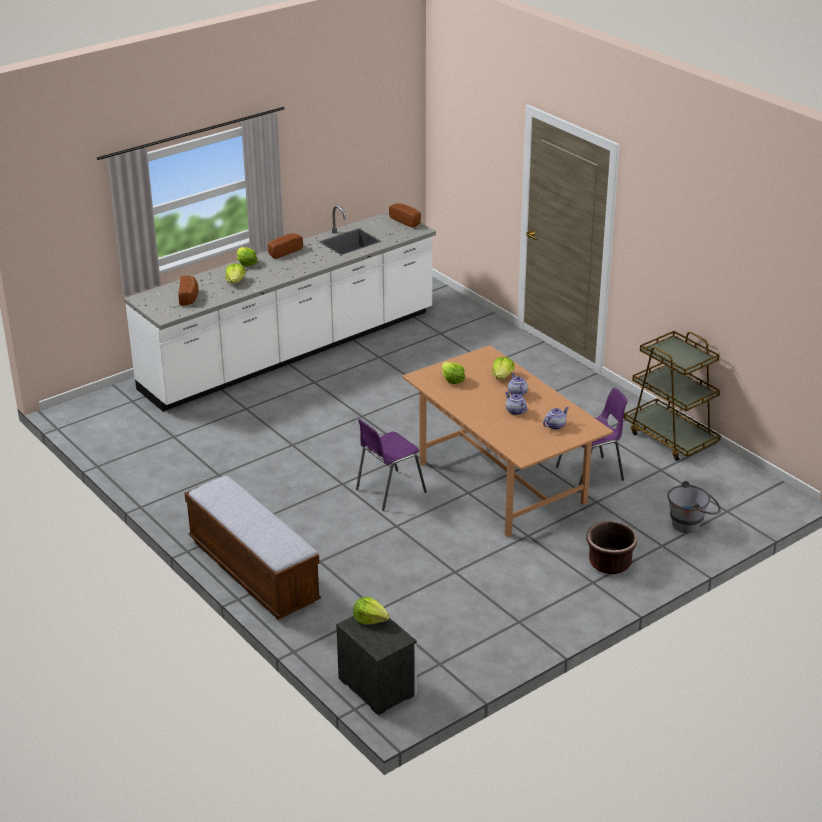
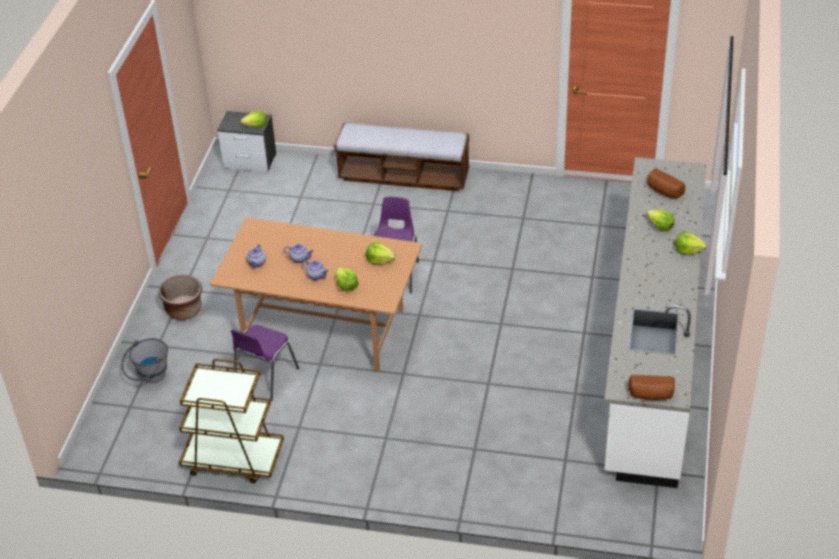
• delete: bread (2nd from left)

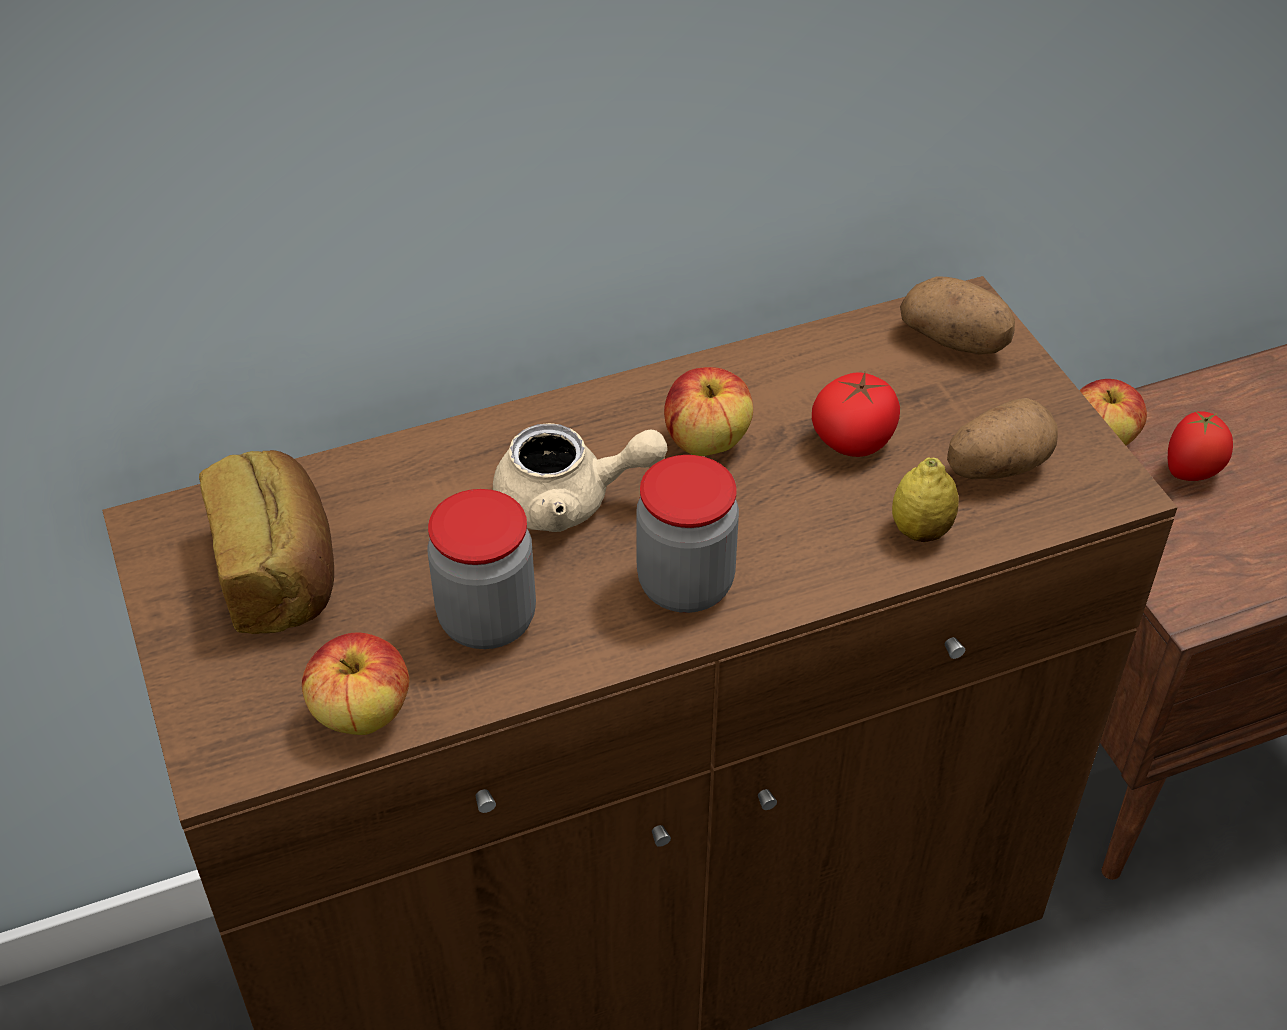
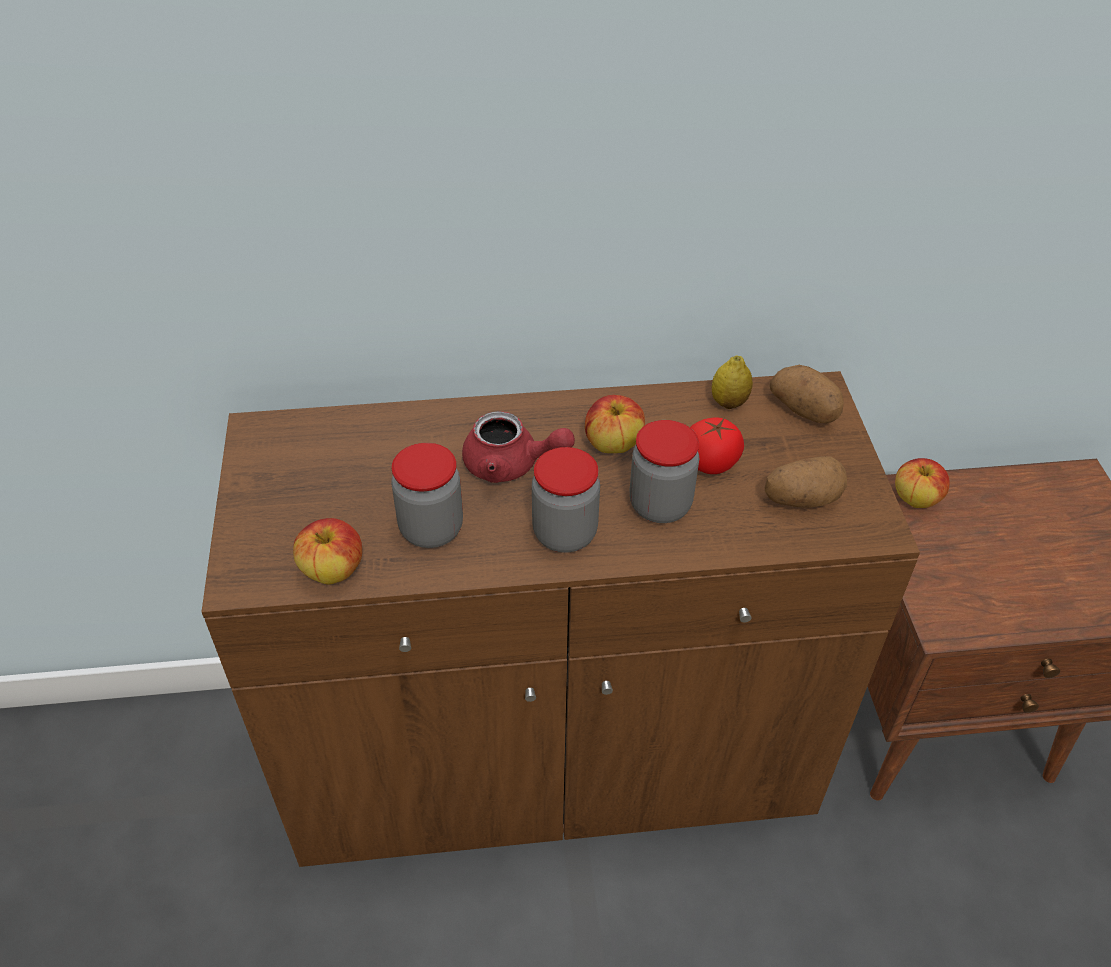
• delete: bread
• recolor: beige teapot to red teapot
• move: lemon
• delete: tomato (2nd from left)
• insert: jar (3rd from left)

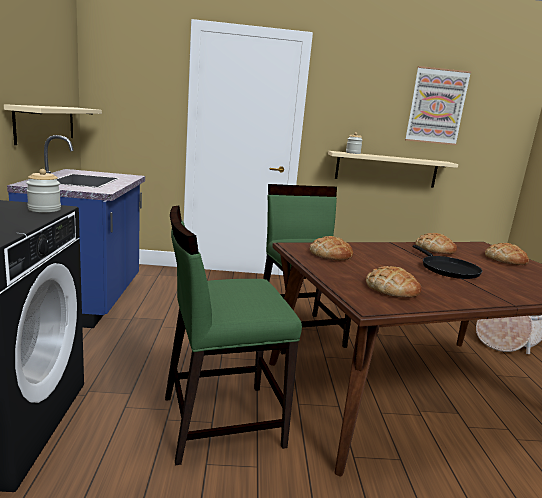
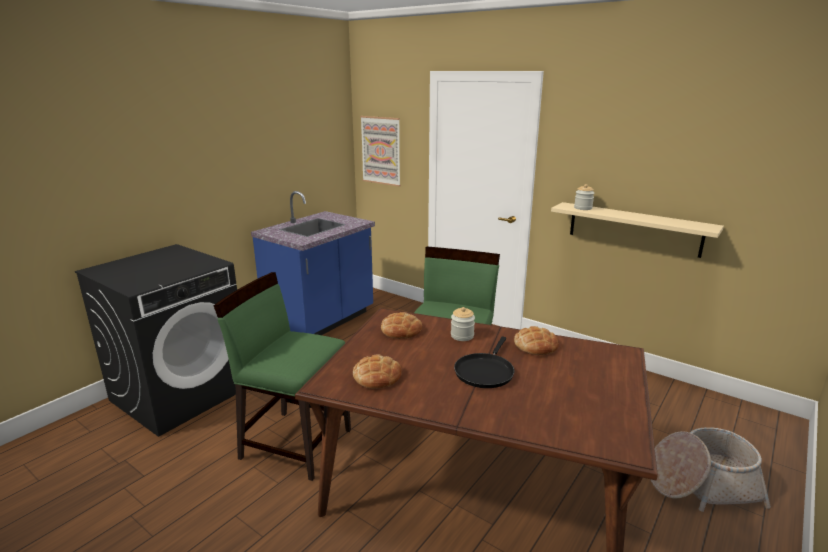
• delete: beige shelf (1st from left)
• move: jar (1st from left)
• move: picture
• delete: bread (4th from left)

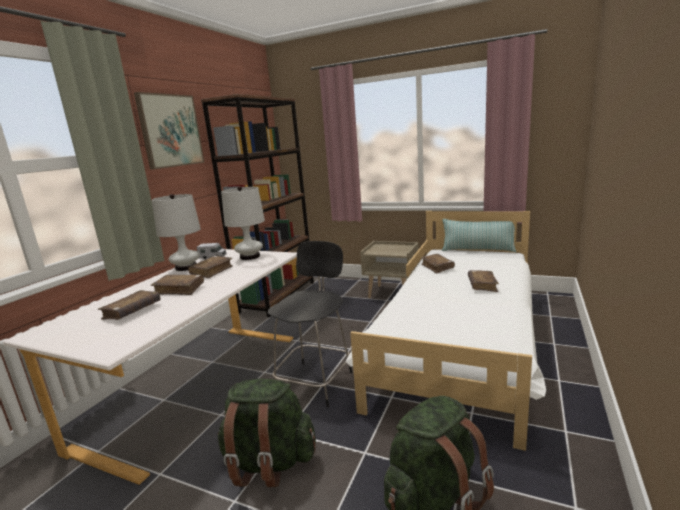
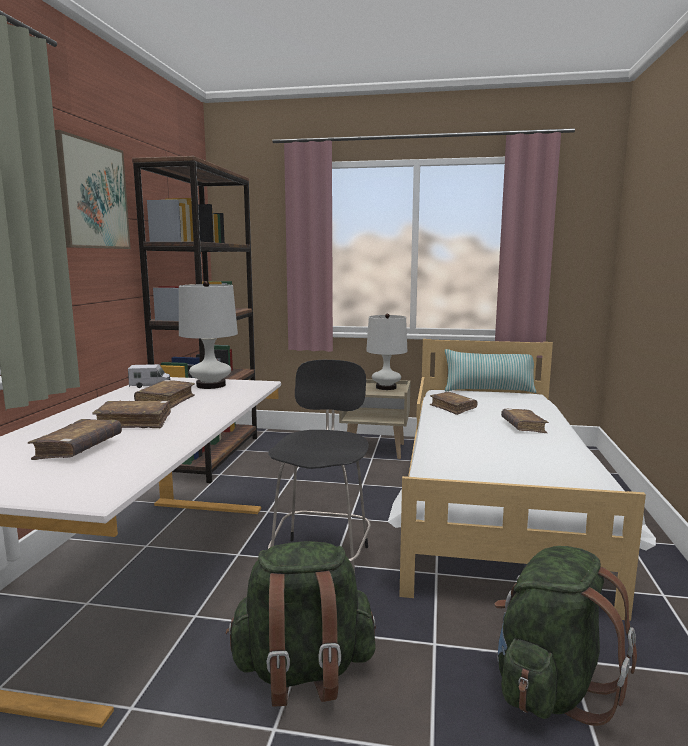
• move: white table lamp (1st from left in the first image) to white table lamp (2nd from left)

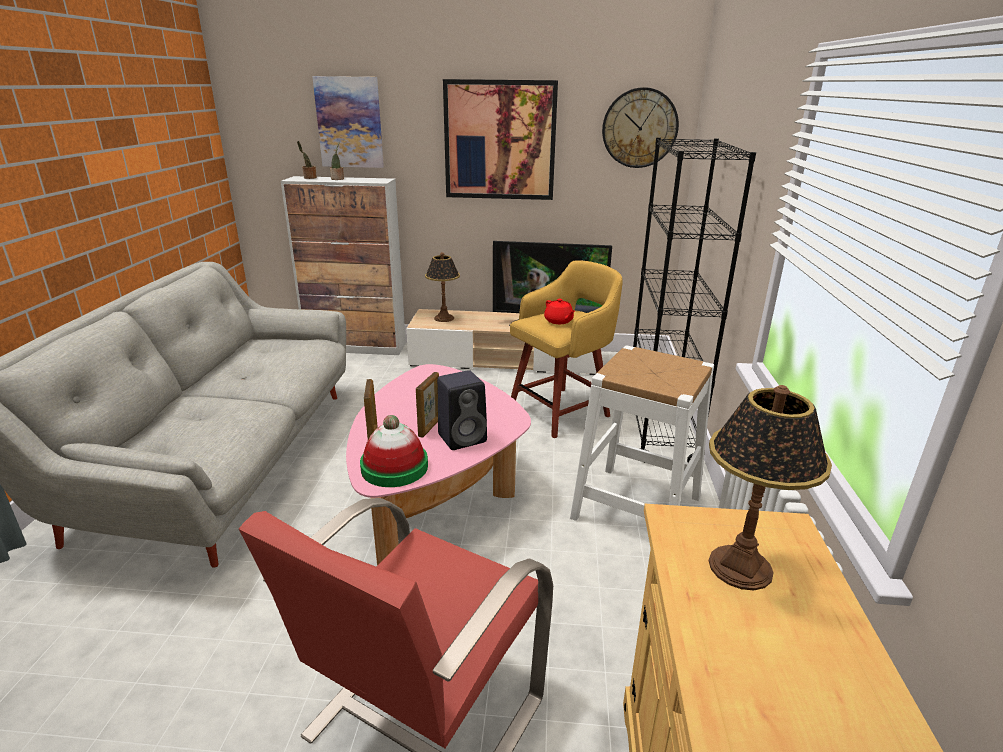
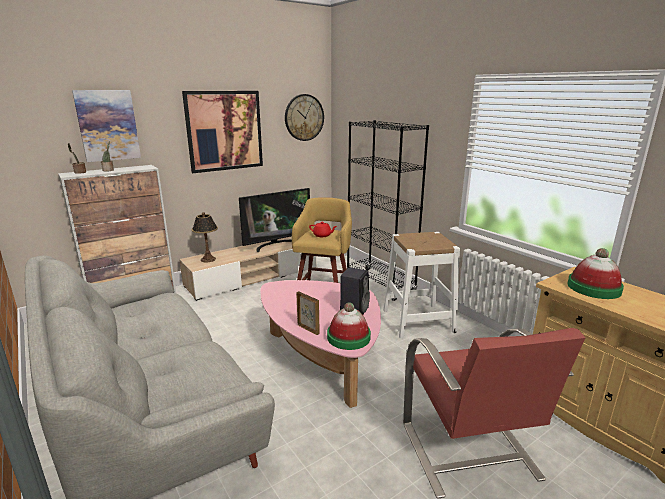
• delete: picture frame (2nd from left)
• replace: table lamp (2nd from left) to hat (2nd from left)

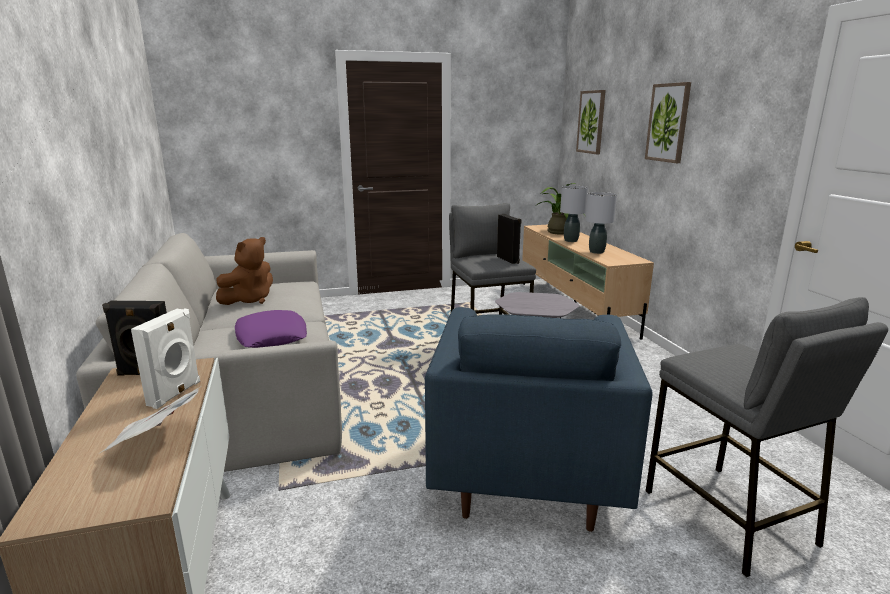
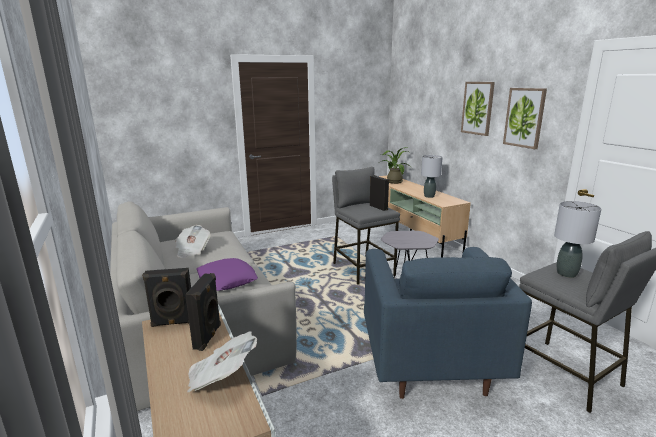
• recolor: white speaker to black speaker (2nd from left)
• replace: brown plush toy to newspaper (1st from left)
• move: grey table lamp (1st from left in the first image) to grey table lamp (2nd from left)
• move: picture (1st from left in the first image) to picture (2nd from left)

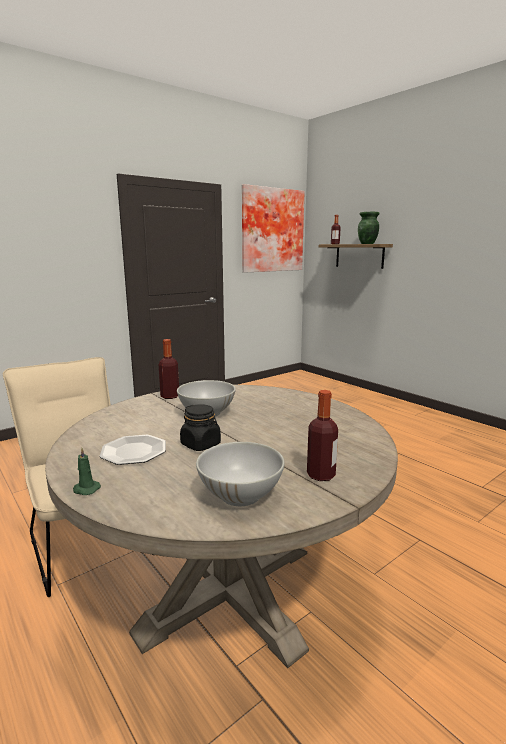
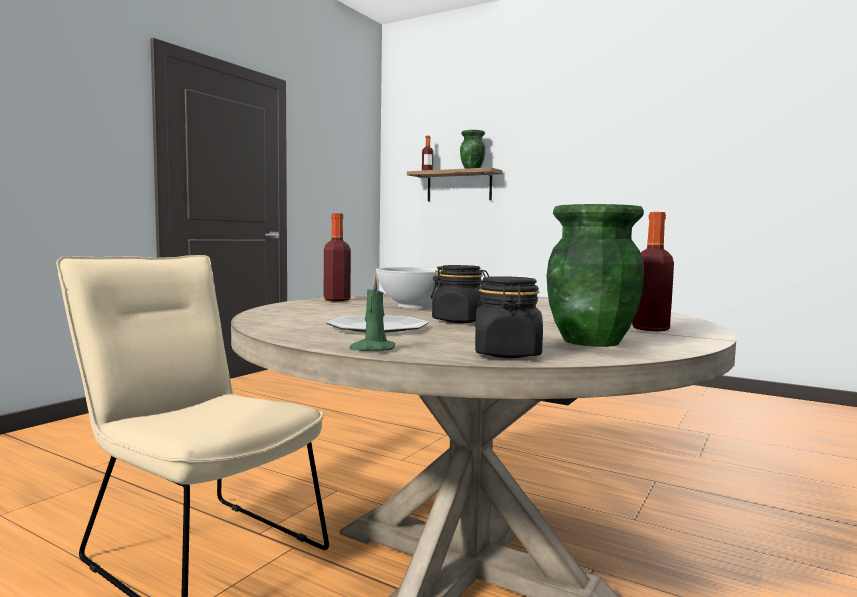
• replace: white bowl (2nd from left) to green vase (2nd from left)
• delete: picture
• insert: black jar (2nd from left)

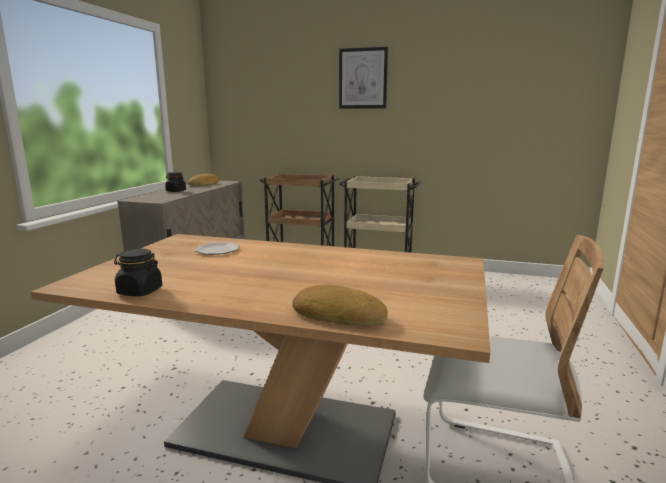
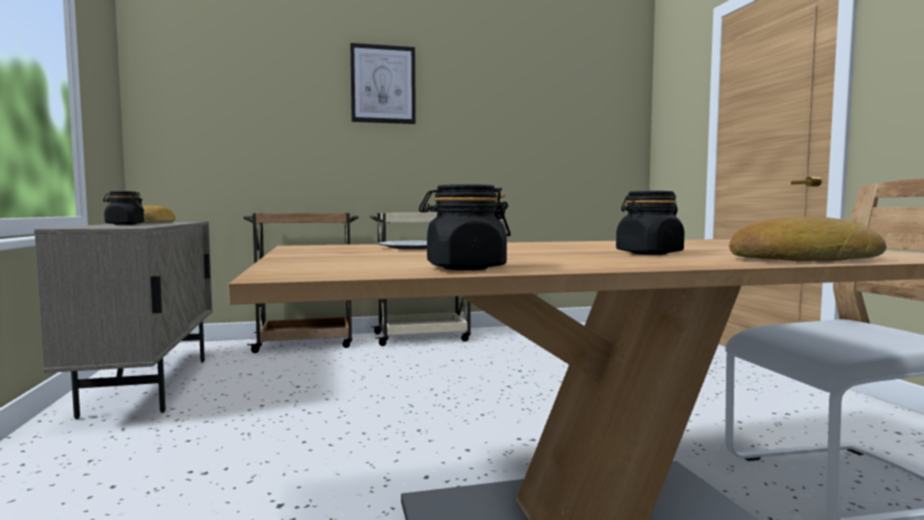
• insert: black jar (3rd from left)

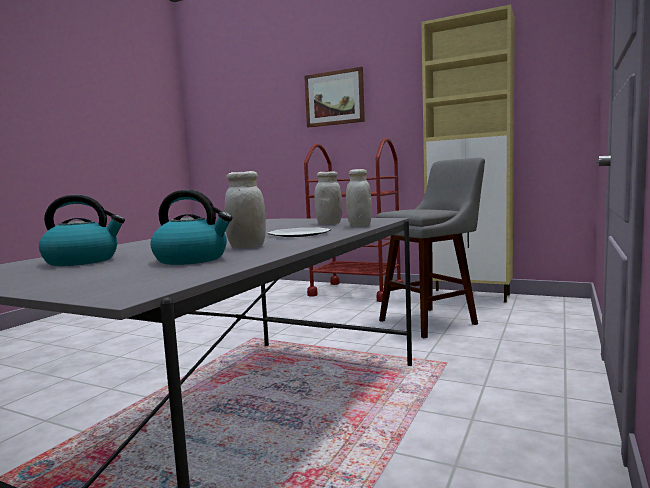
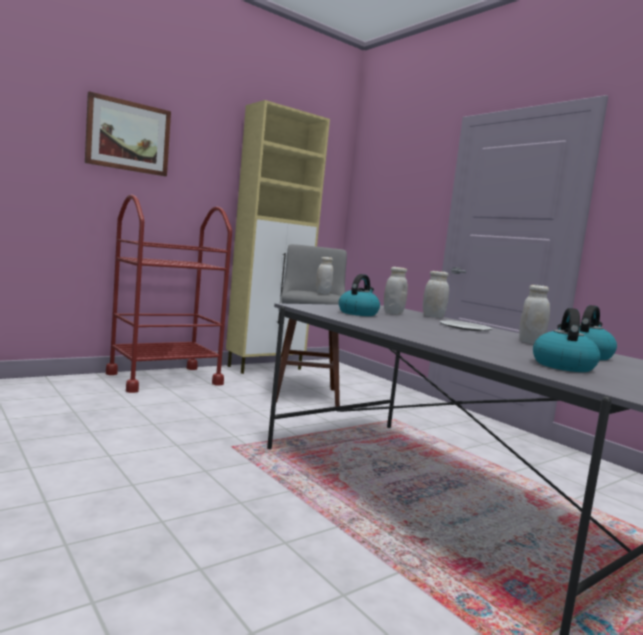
• insert: white jar (1st from left)
• insert: kettle (1st from left)

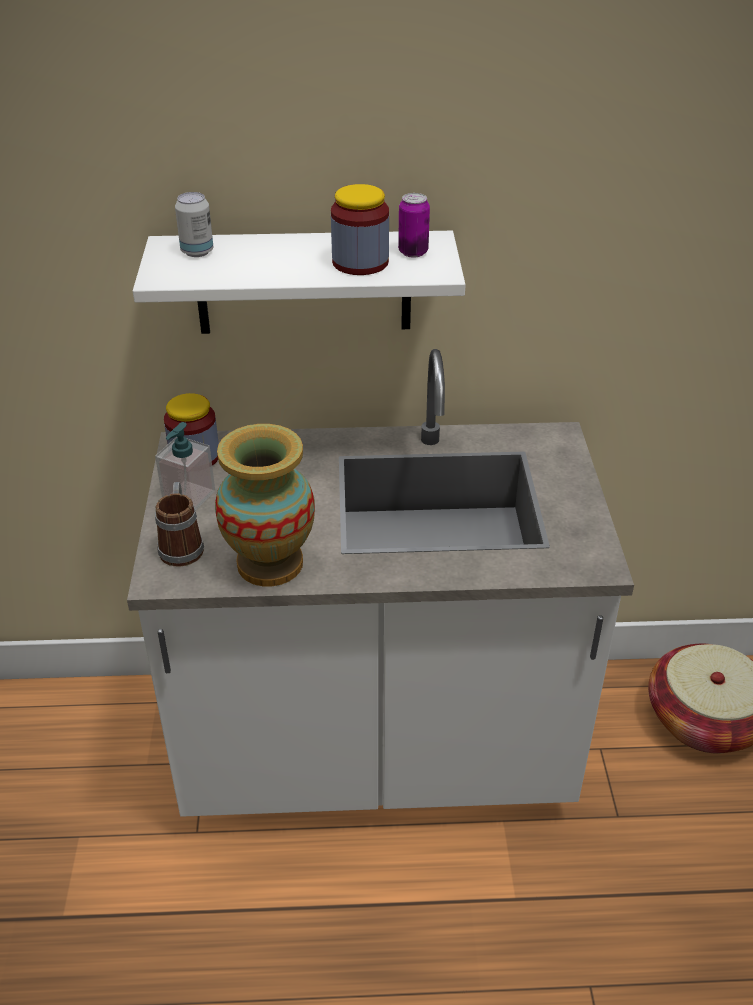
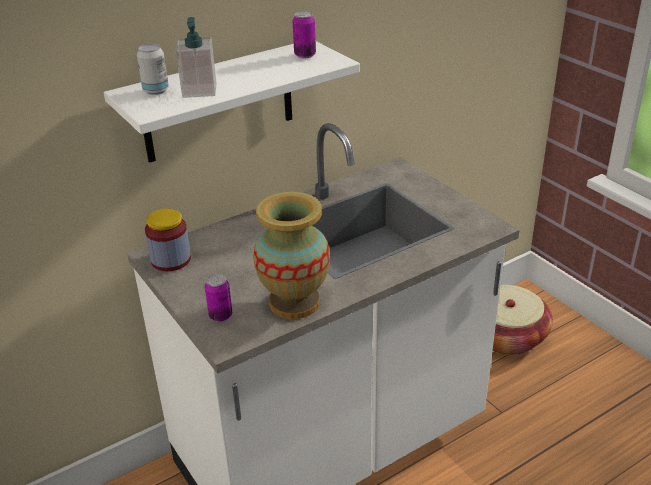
• move: soap dispenser
• replace: mug to can (2nd from left)
• delete: jar (2nd from left)

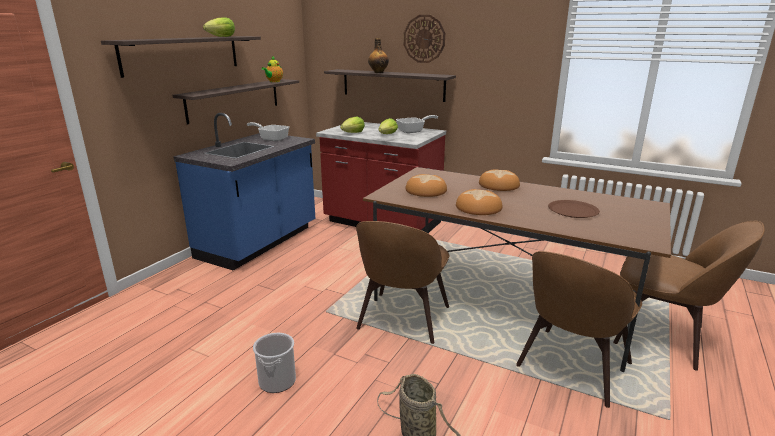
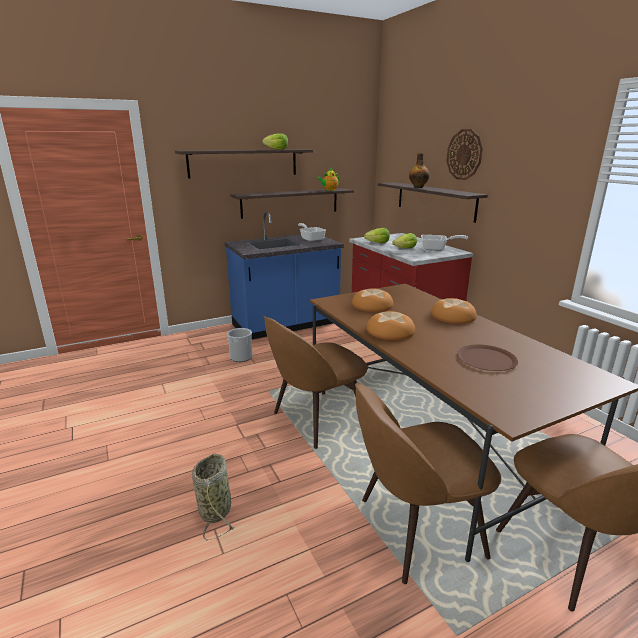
• move: bucket

